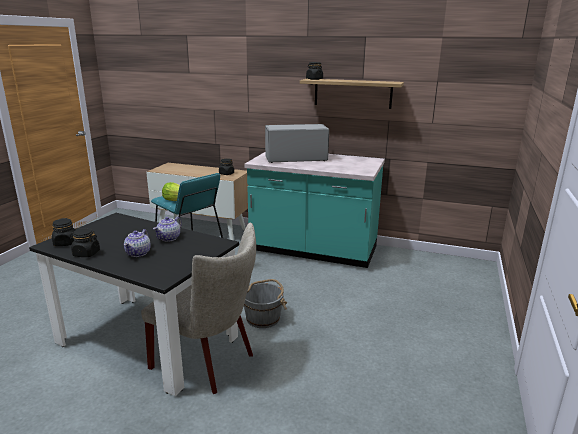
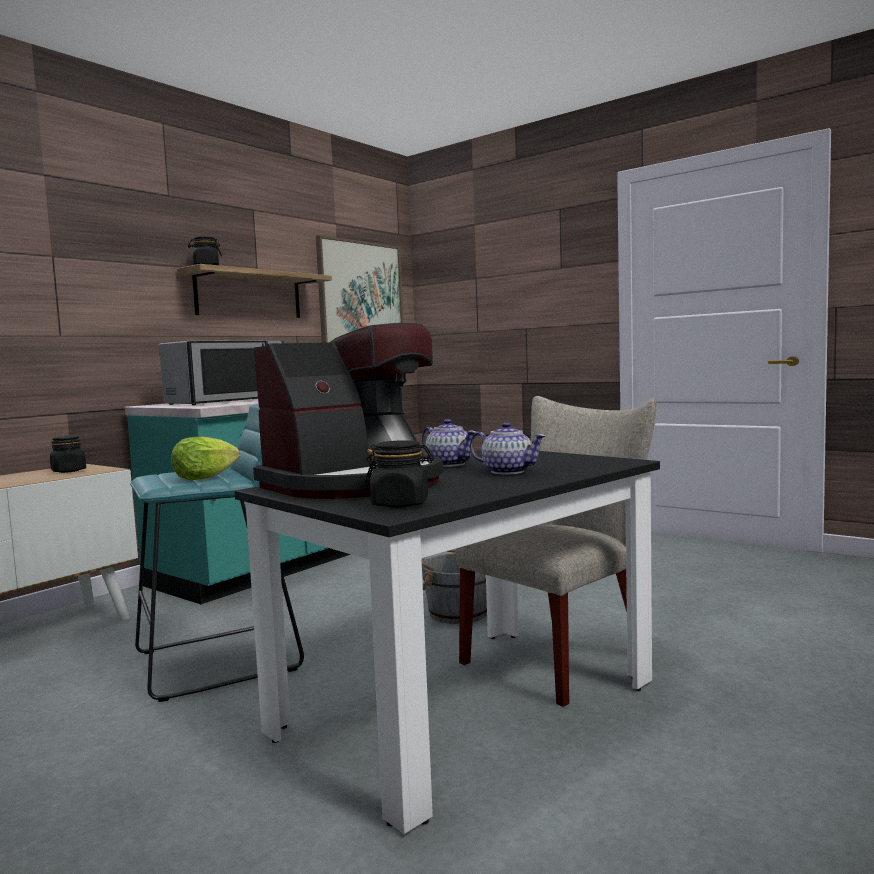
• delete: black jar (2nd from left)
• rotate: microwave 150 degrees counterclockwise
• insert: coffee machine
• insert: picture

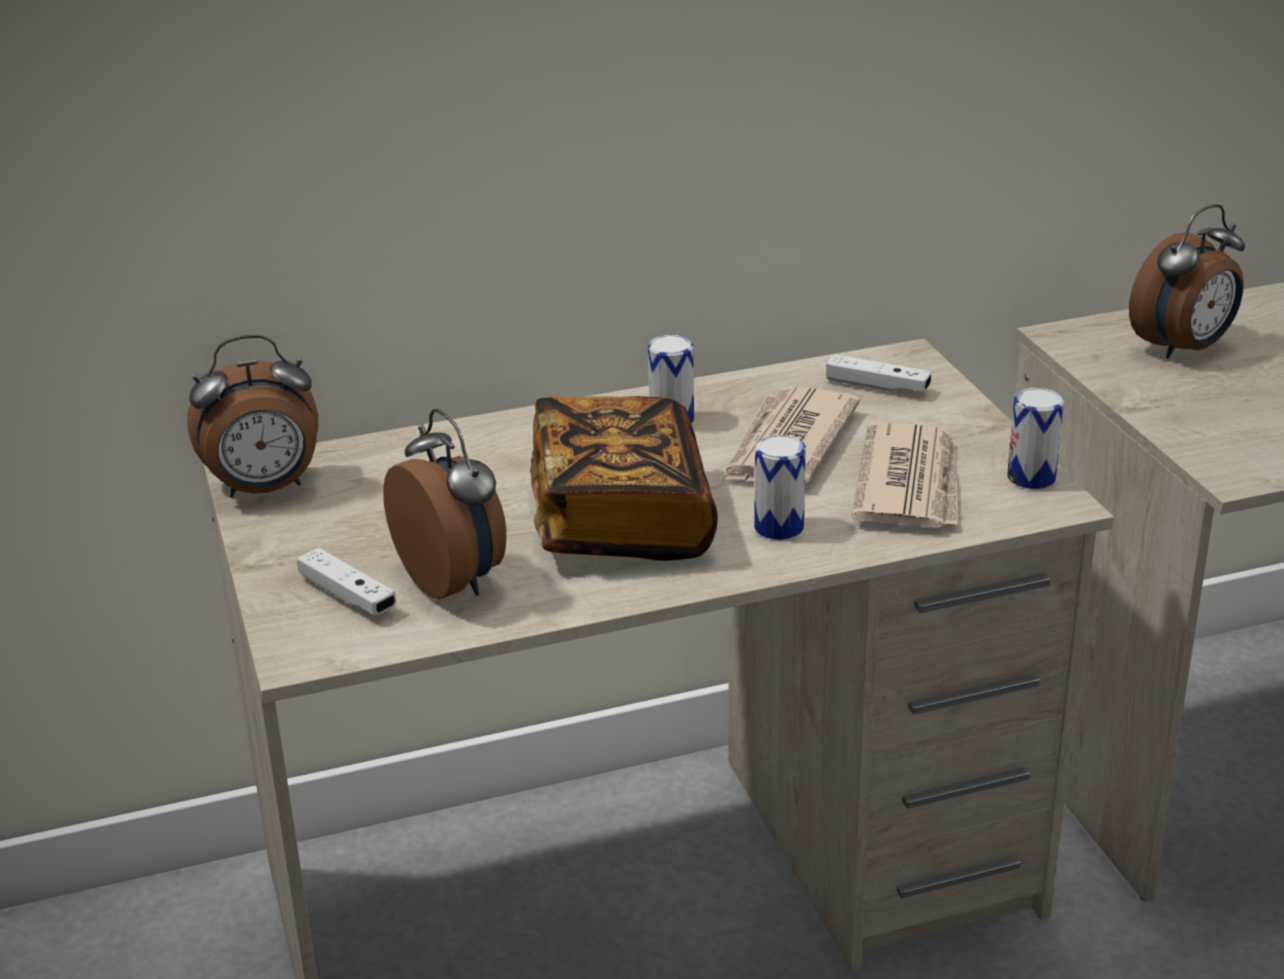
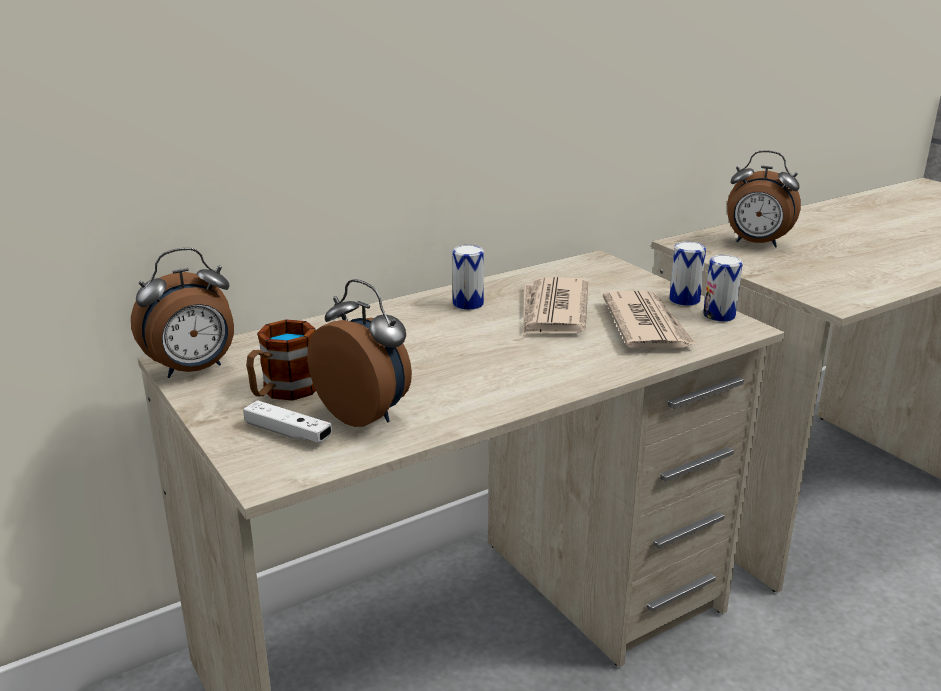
• delete: book
• move: can (2nd from left)
• delete: white game controller (2nd from left)
• rotate: alarm clock (3rd from left) 75 degrees clockwise
• insert: mug

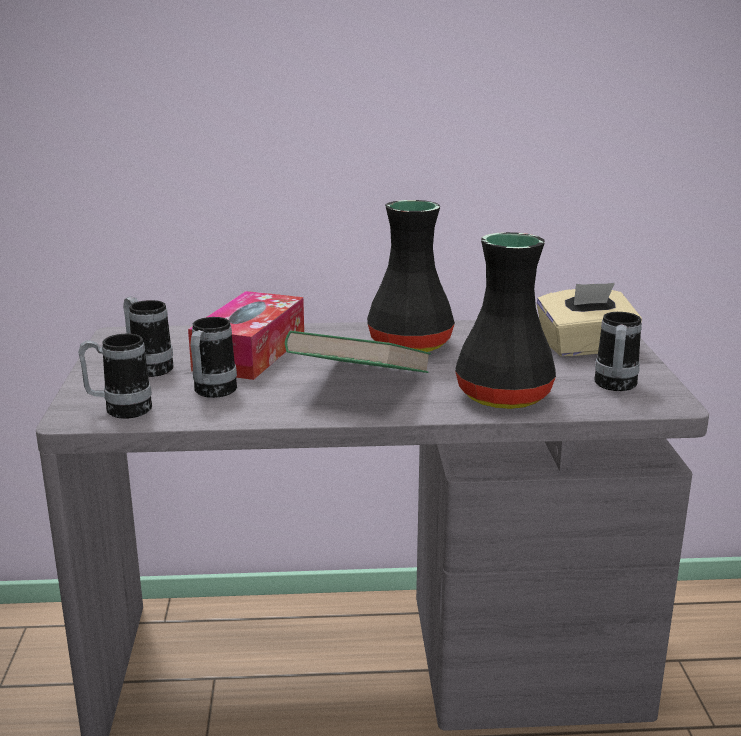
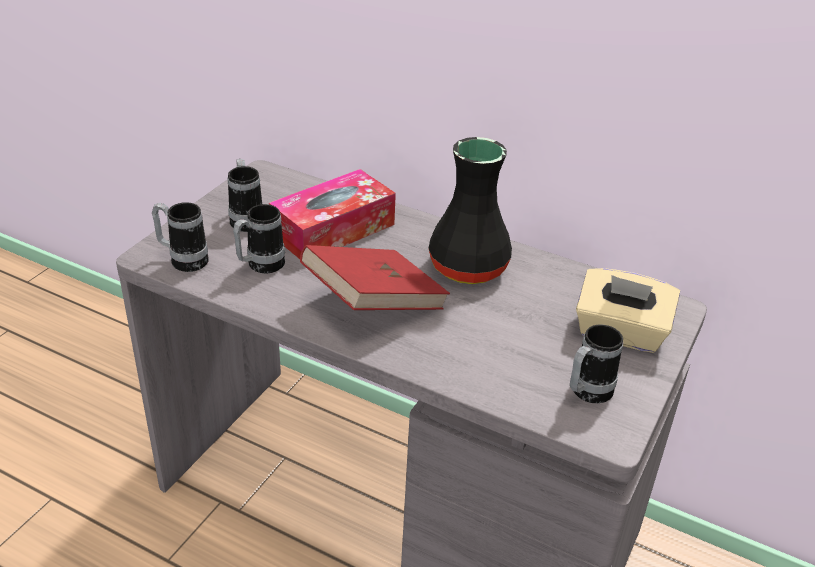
• recolor: green book to red book
• delete: black vase (2nd from left)

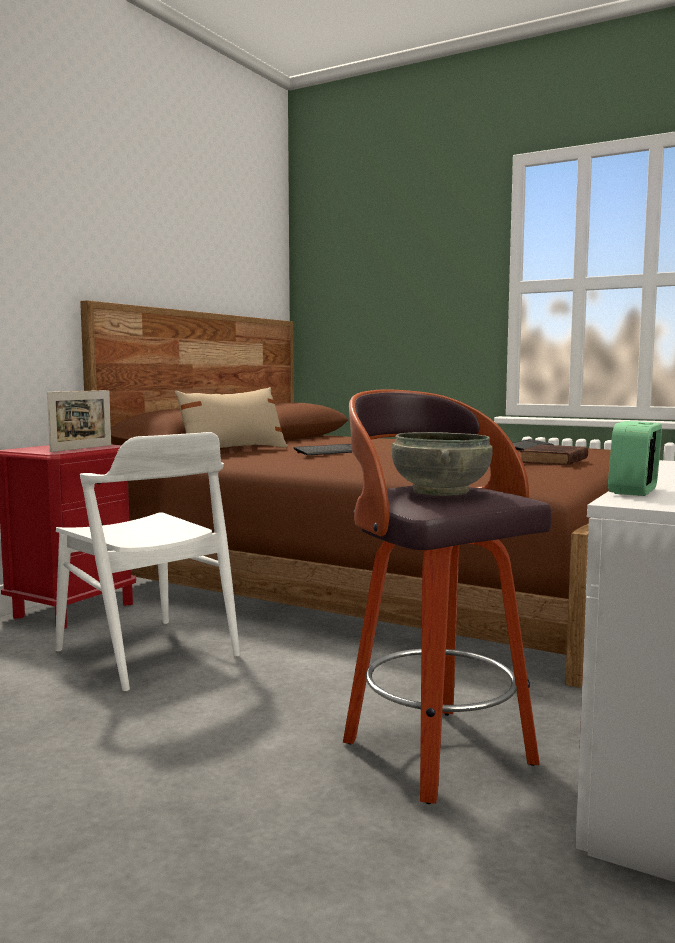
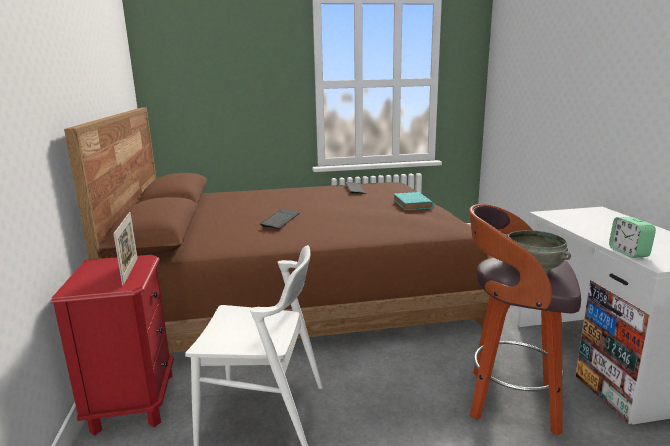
• delete: beige pillow
• recolor: brown book to turquoise book

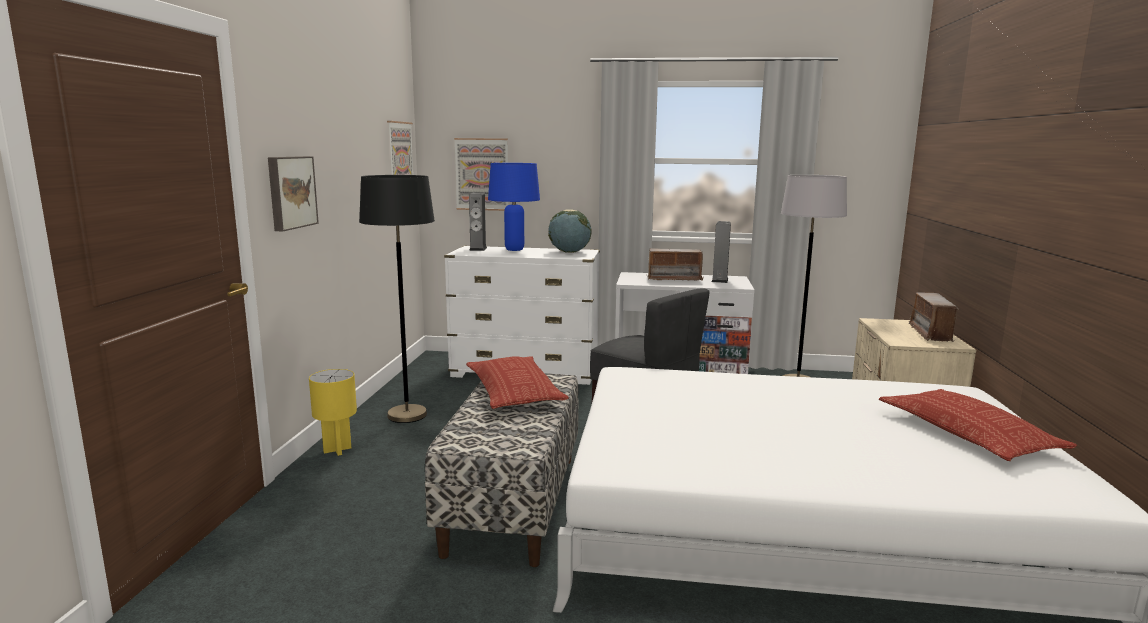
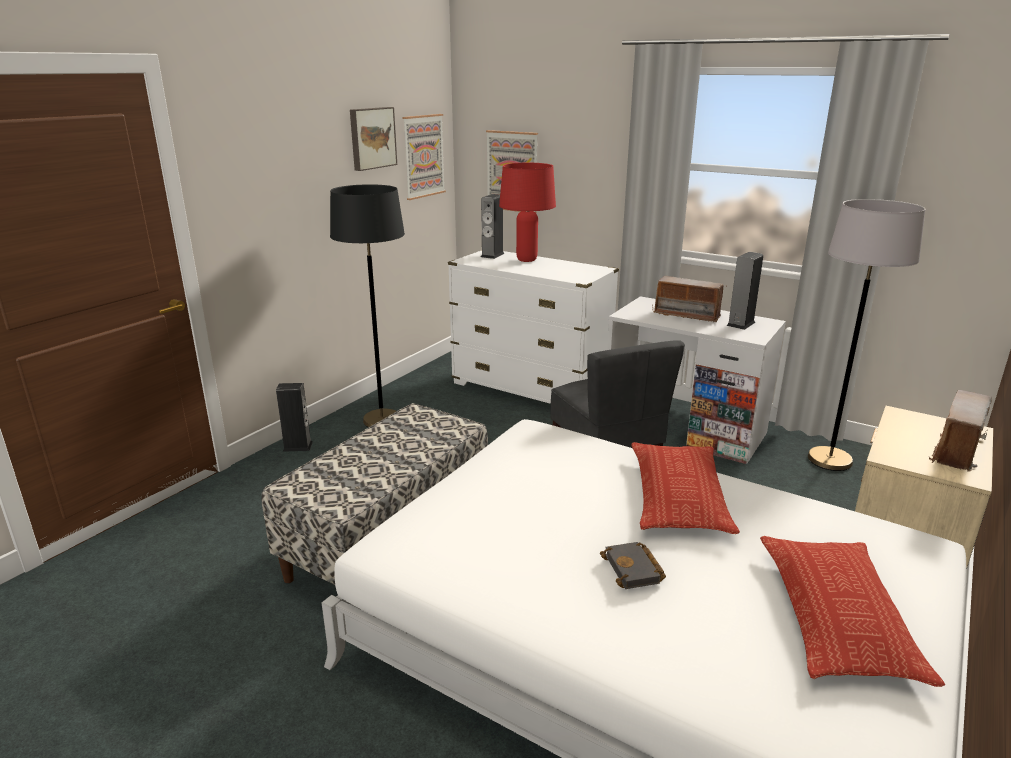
• move: picture (1st from left)
• replace: yellow table lamp to speaker (1st from left)
• move: pillow (1st from left)
• recolor: blue table lamp to red table lamp
• delete: globe
• insert: black book

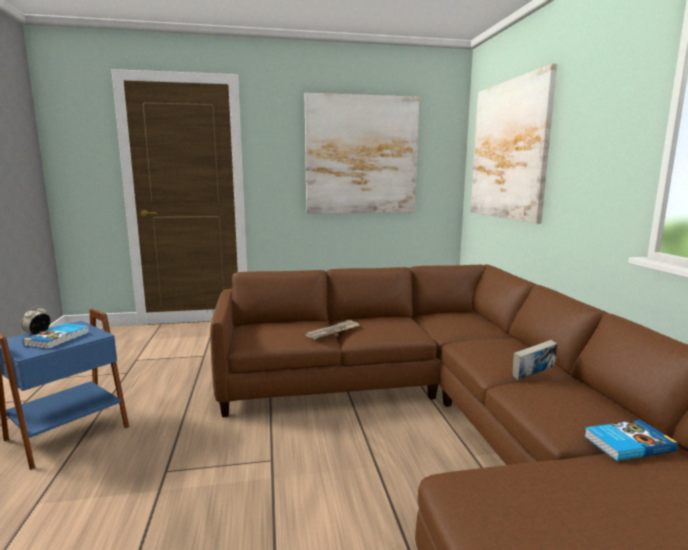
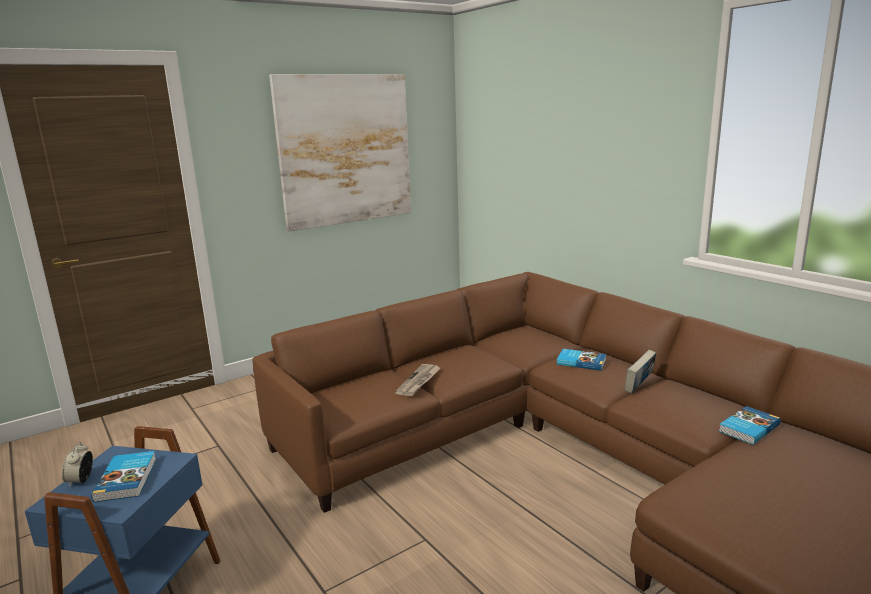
• delete: picture (2nd from left)
• insert: book (2nd from left)

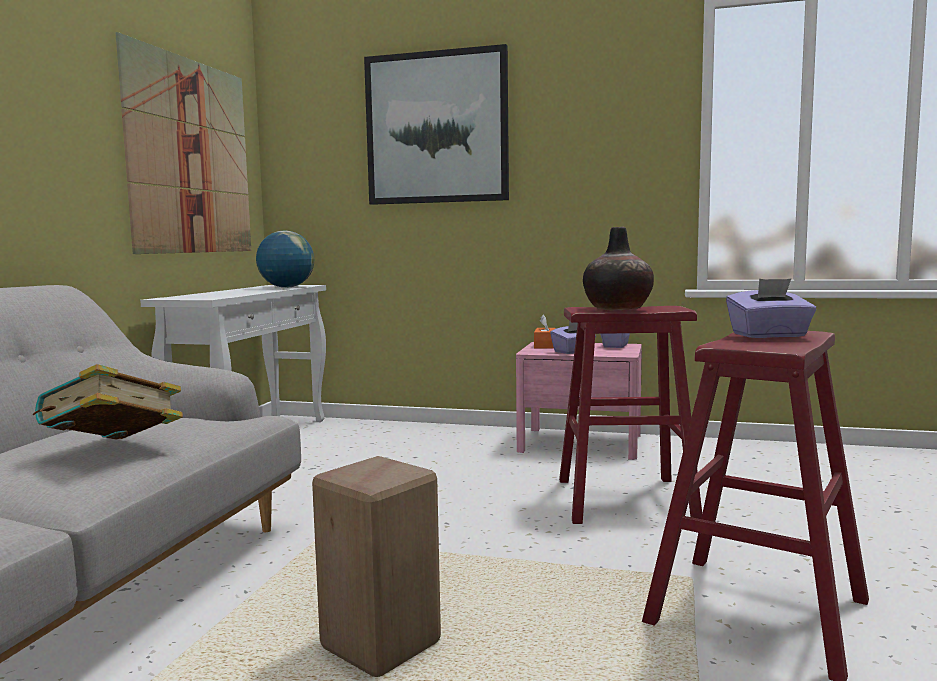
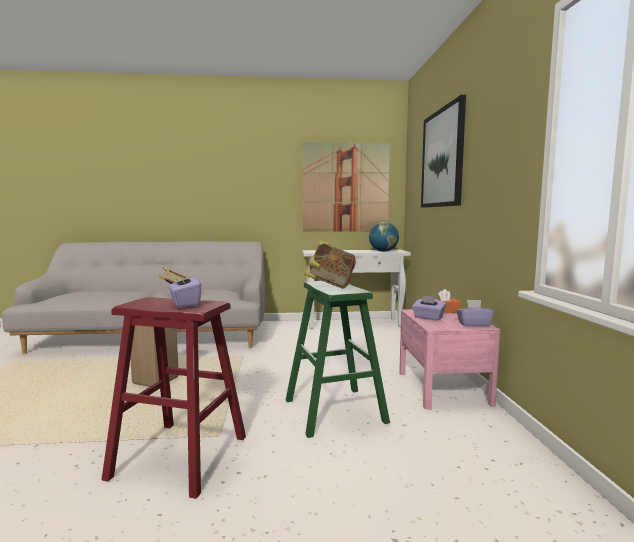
• recolor: red stool (1st from left) to green stool
• replace: vase to book (2nd from left)

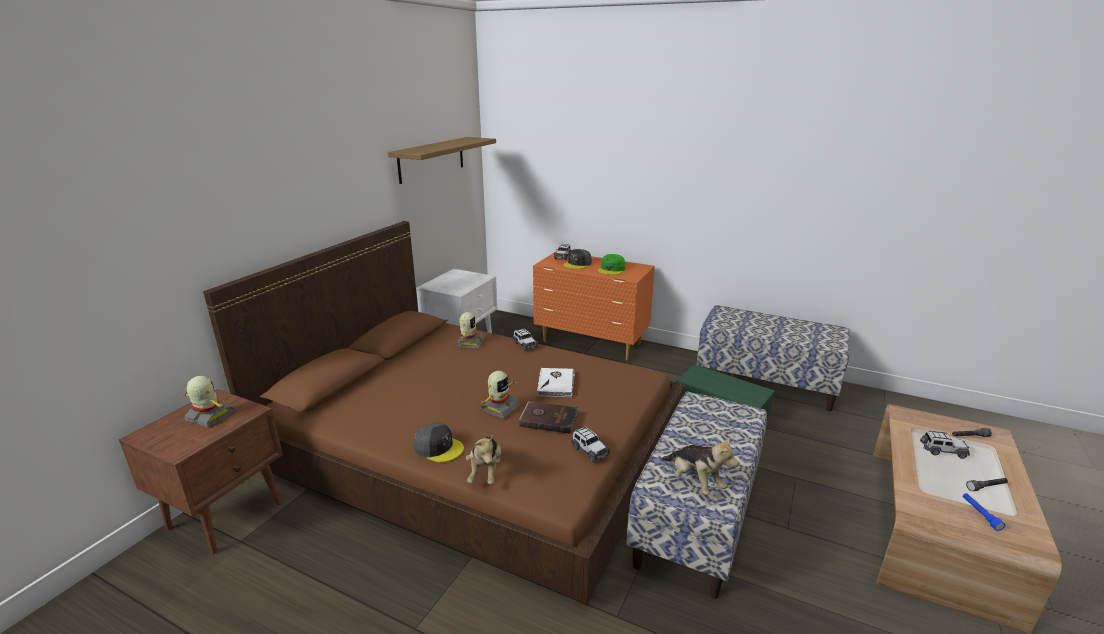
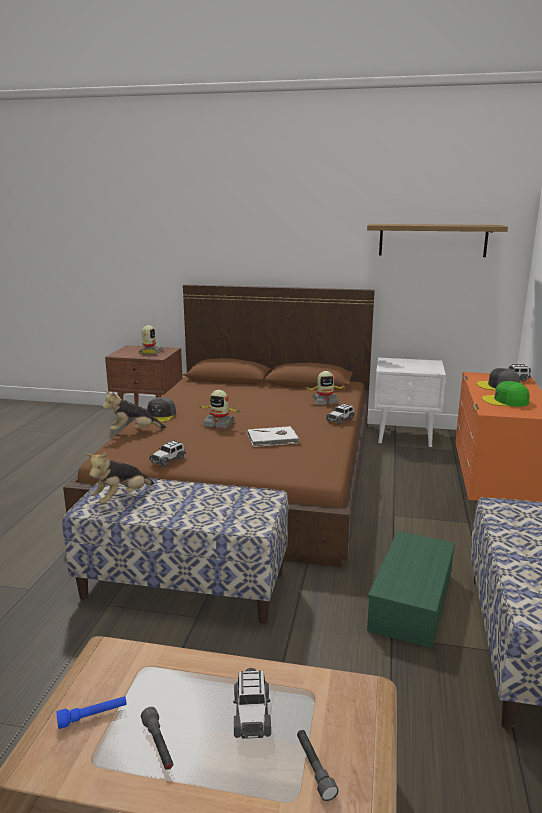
• delete: brown book

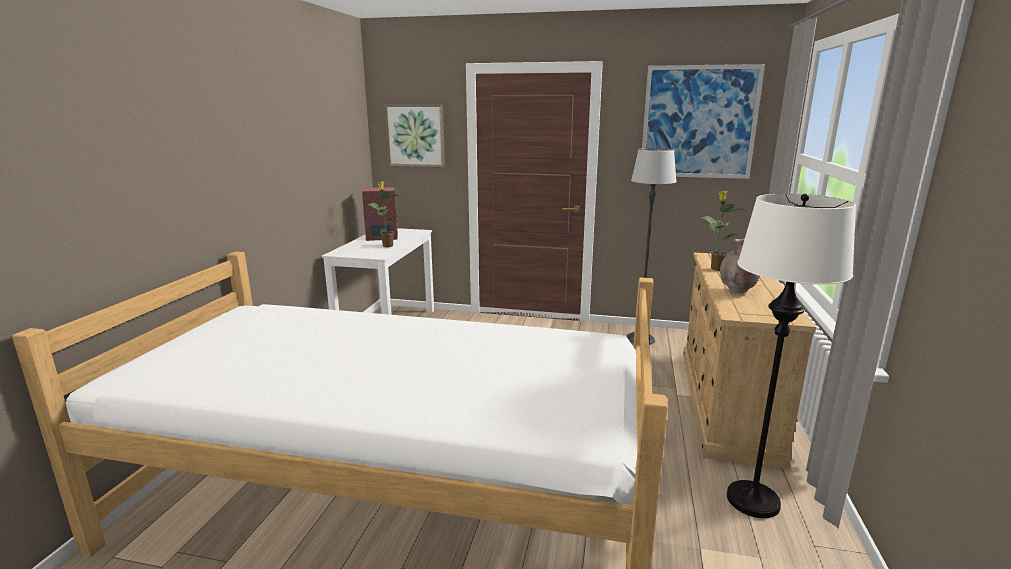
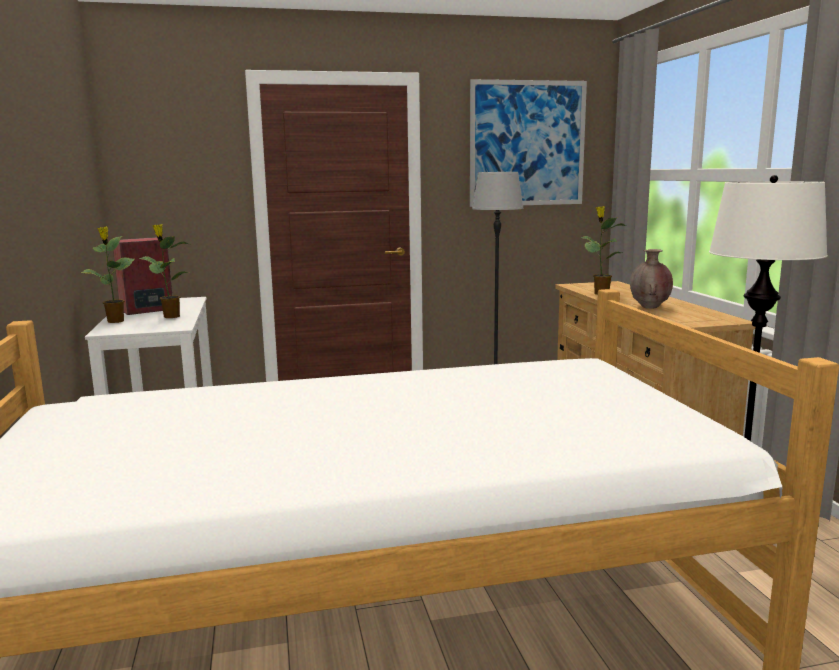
• delete: picture (1st from left)
• insert: potted plant (1st from left)

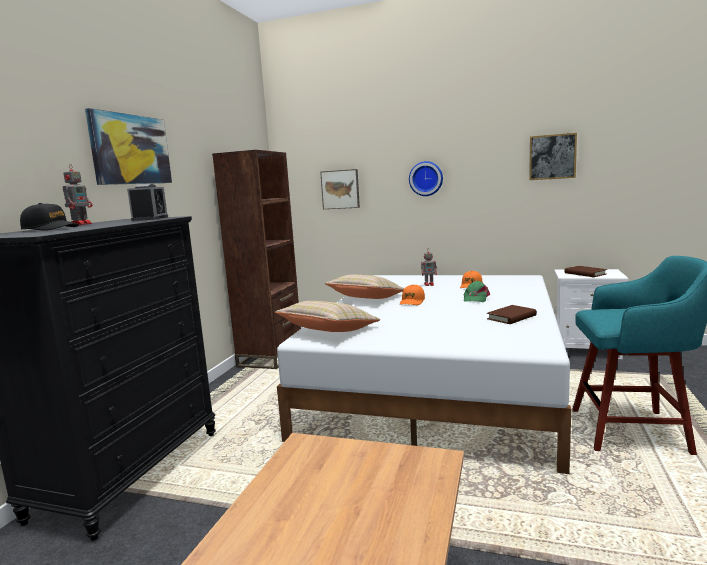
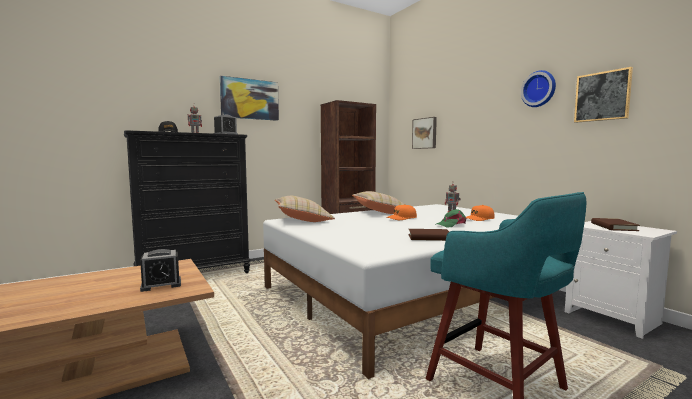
• move: wall clock
• insert: alarm clock (1st from left)

